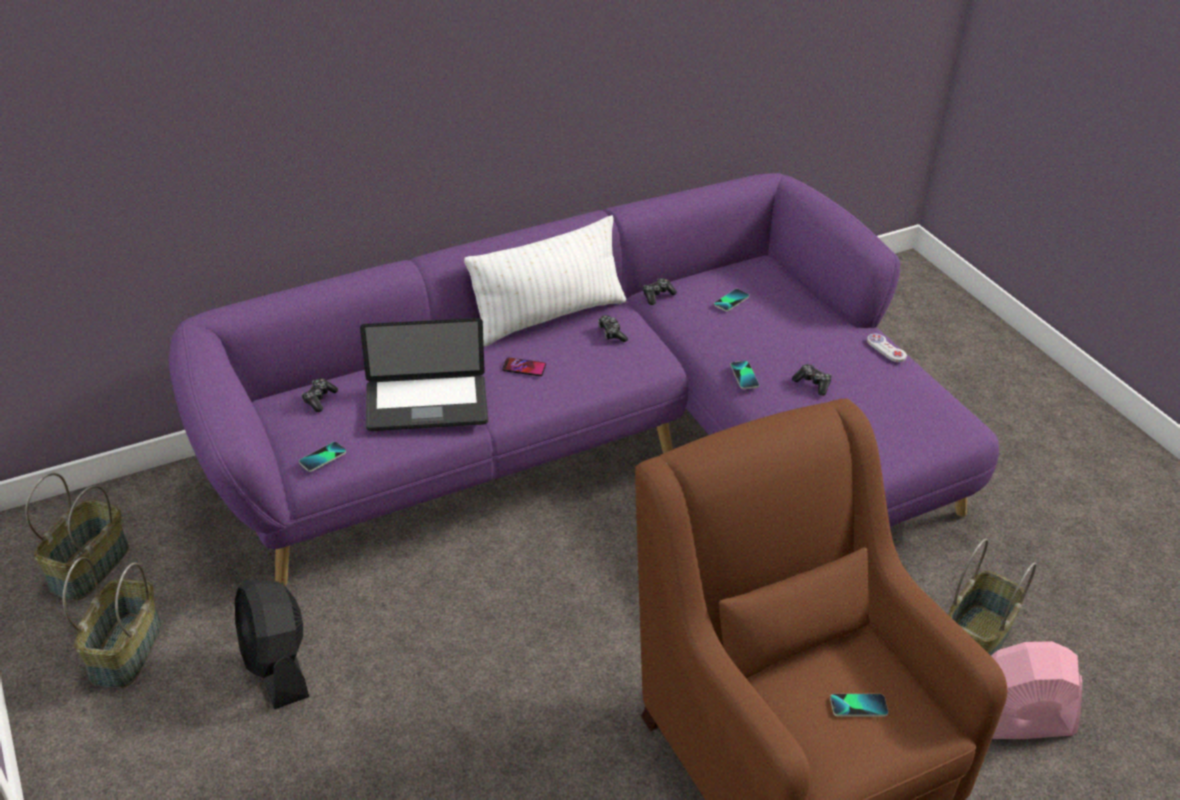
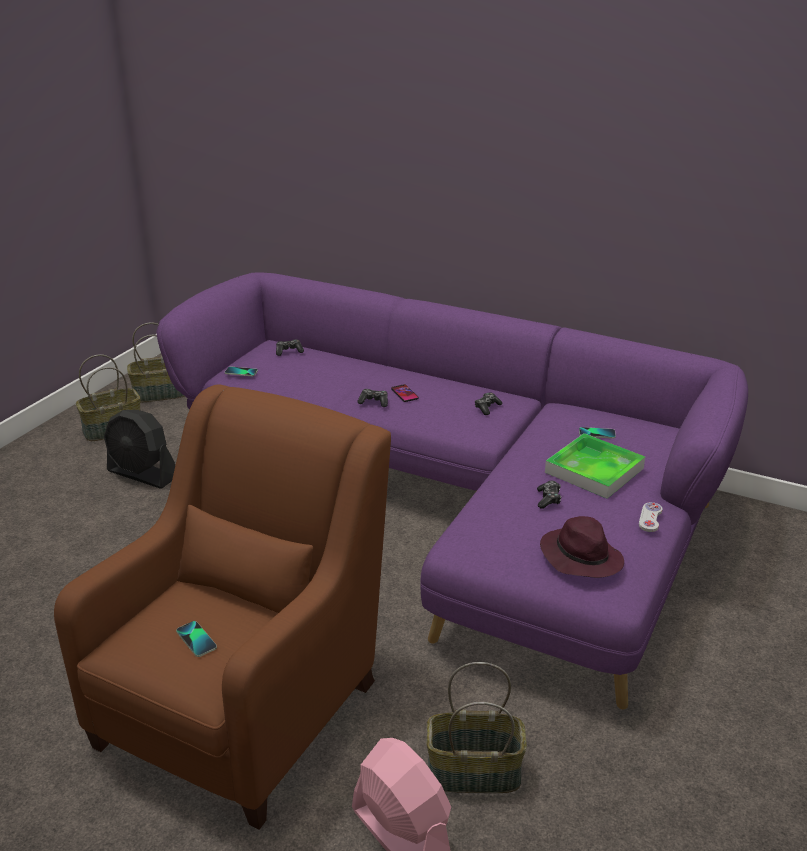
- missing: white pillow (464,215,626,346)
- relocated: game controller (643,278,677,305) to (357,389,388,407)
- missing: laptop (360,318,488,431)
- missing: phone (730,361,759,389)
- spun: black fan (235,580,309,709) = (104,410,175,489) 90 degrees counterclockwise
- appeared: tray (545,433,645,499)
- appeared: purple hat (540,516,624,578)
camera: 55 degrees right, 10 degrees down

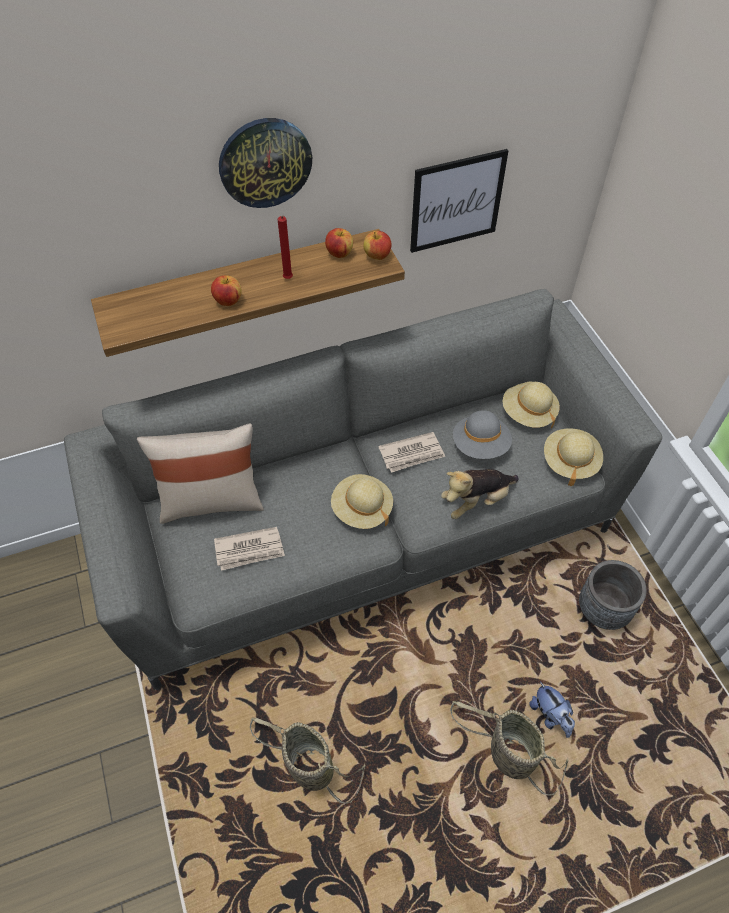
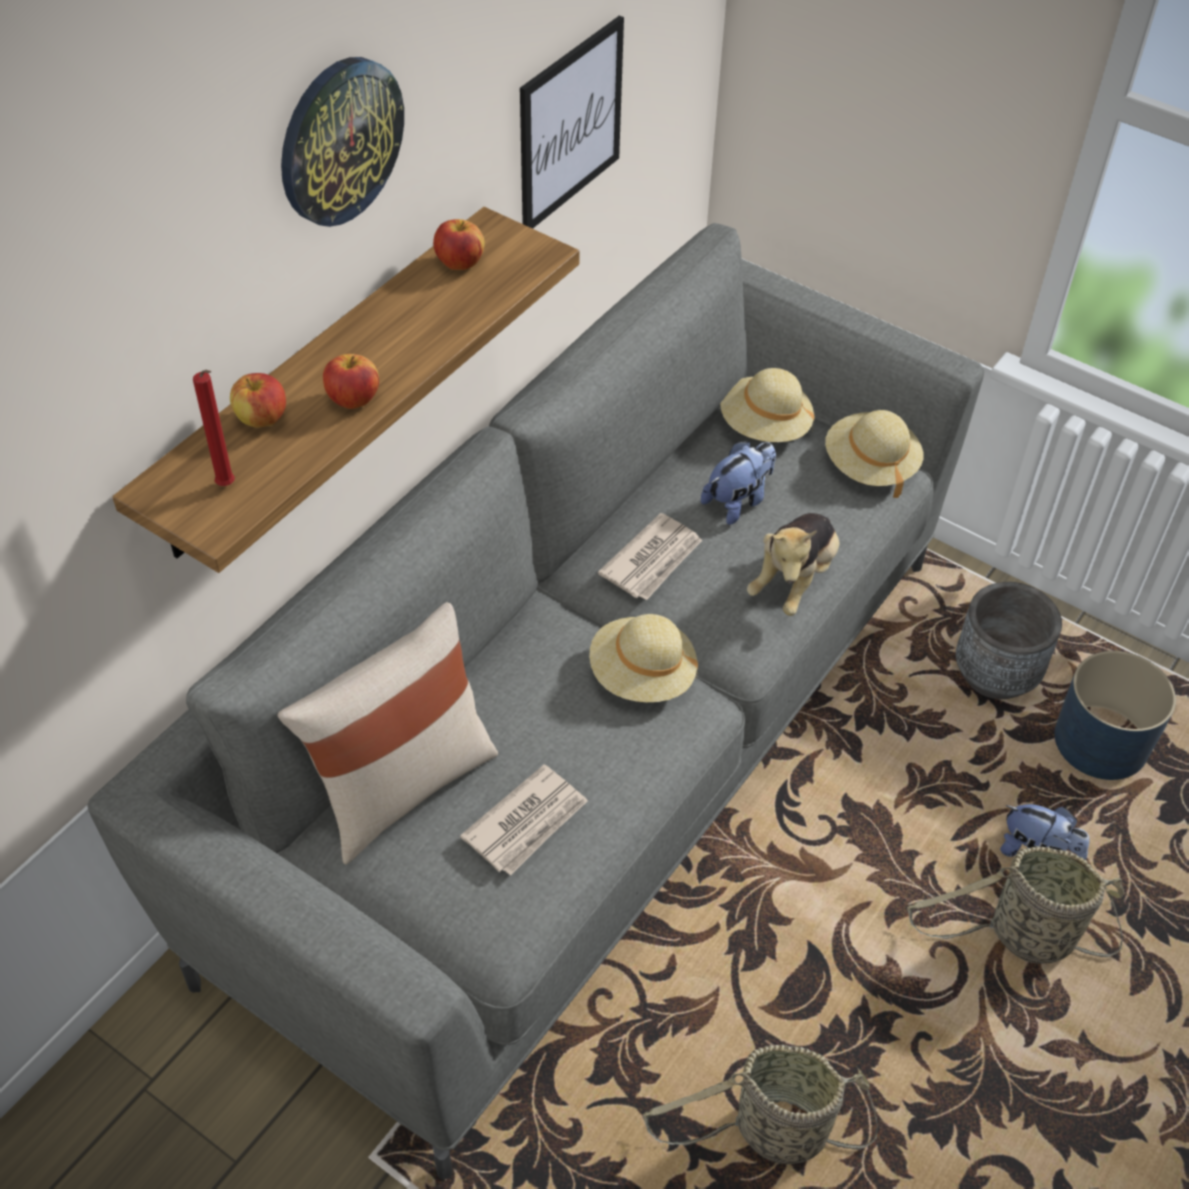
- relocated: red candle (278,216,293,279) to (193,370,235,486)
- relocated: apple (364,231,392,260) to (230,373,286,428)
- exchanged: grey hat (453,410,512,459) to plush toy (701,441,776,525)
- appeared: blue planter (1054,651,1176,780)
camera: 35 degrees left, 5 degrees down

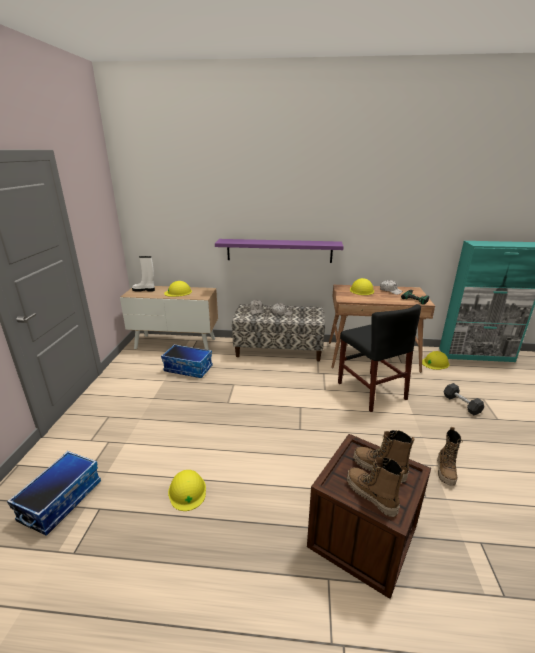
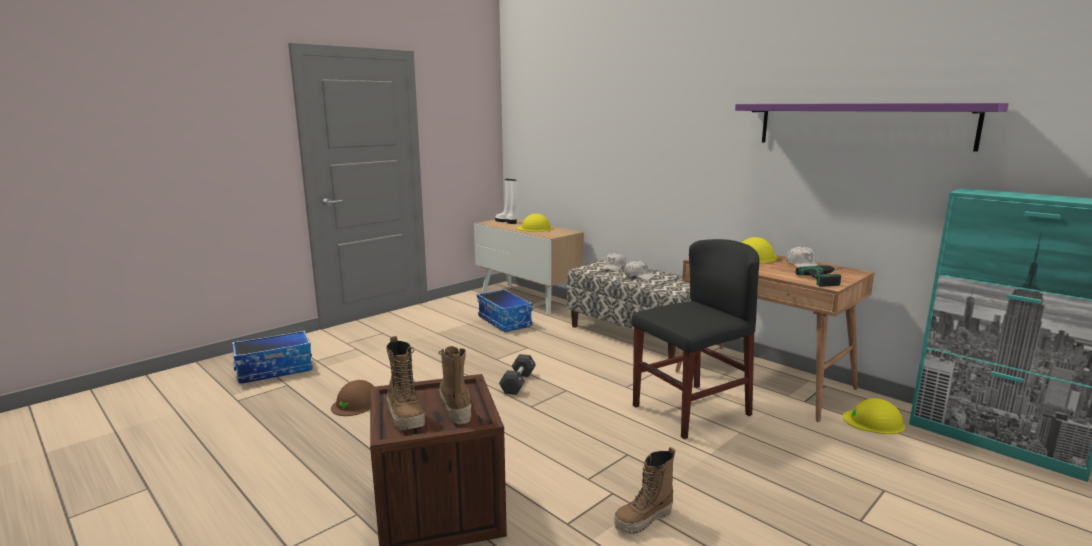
- relocated: purple shelf (215,239,344,263) to (735,103,1009,152)
- spun: black chair (338,304,421,412) = (632,239,760,439) 135 degrees counterclockwise
- relocated: black dumbbell (444,383,484,415) to (499,354,536,395)
- spun: boot (347,457,405,517) = (386,336,425,430) 150 degrees clockwise
- colour: yellow hard hat (168,470,206,511) to brown hard hat (331,380,374,416)
camera: 40 degrees right, 10 degrees down

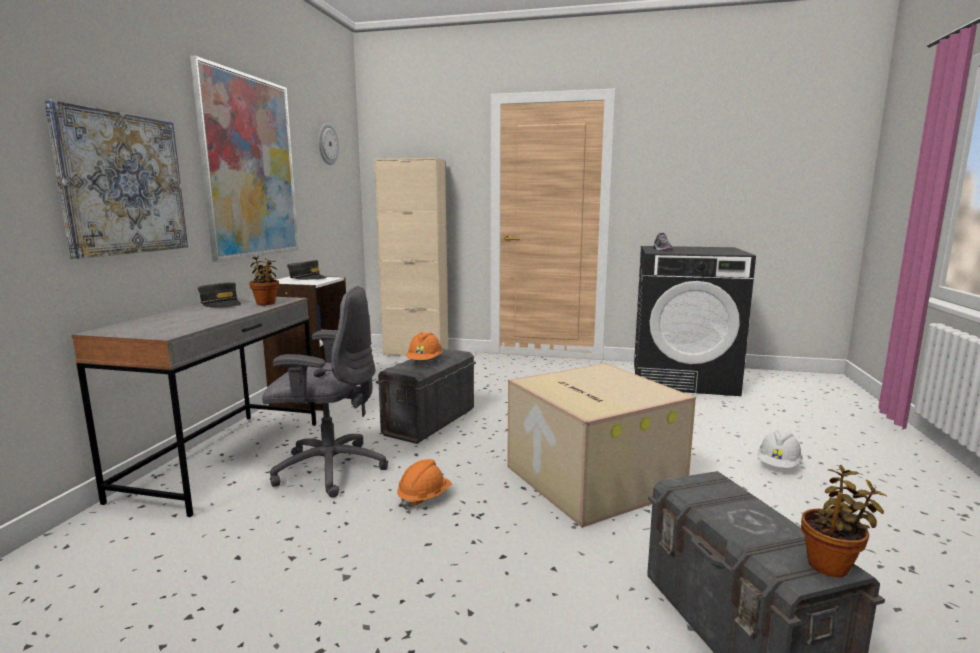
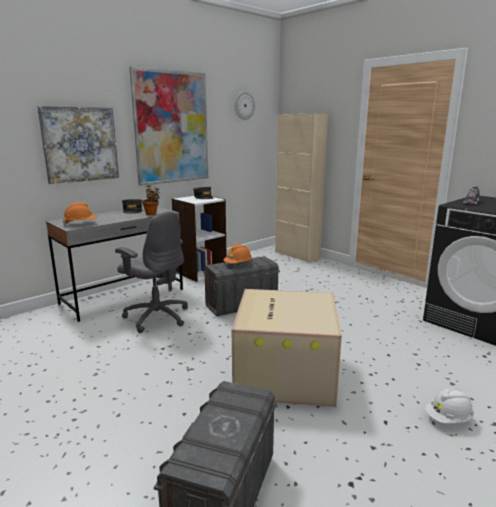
- relocated: orange hard hat (397,459,452,510) to (62,202,97,225)
- missing: potted plant (801,465,887,577)
camera: 35 degrees right, 5 degrees up

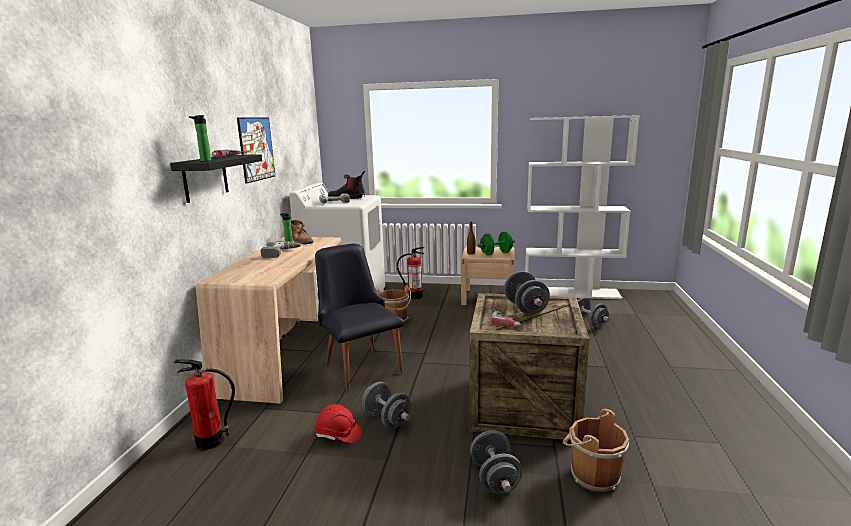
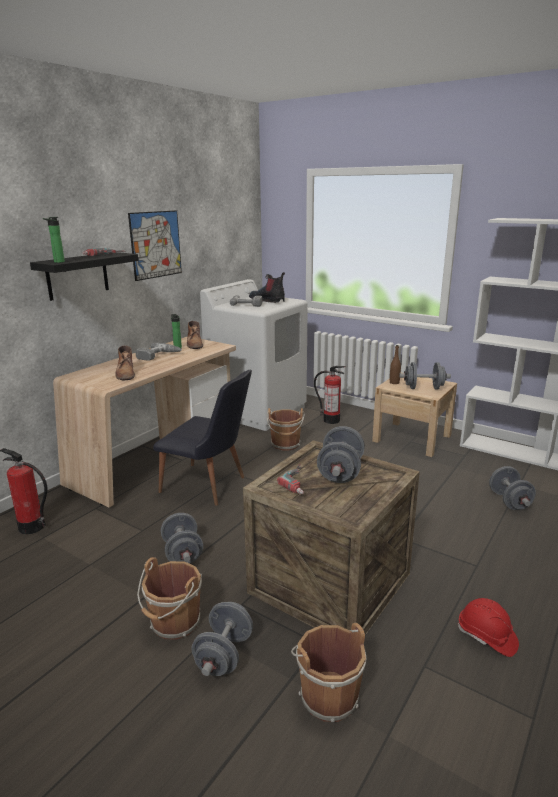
- colour: green dumbbell (478,232,515,255) to grey dumbbell (399,362,451,389)
- spun: black chair (315,244,404,392) = (153,370,252,506) 120 degrees clockwise
- relocated: red hard hat (315,404,362,443) to (458,598,519,657)
- appeared: brown boot (115,346,135,380)
- appeared: brown bucket (137,557,202,640)
camera: 25 degrees right, 5 degrees up

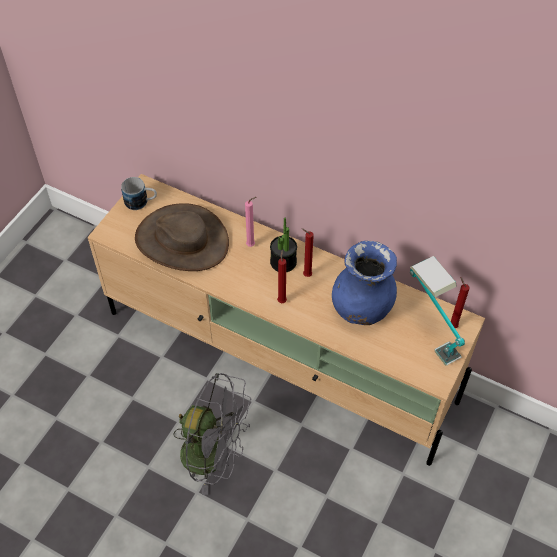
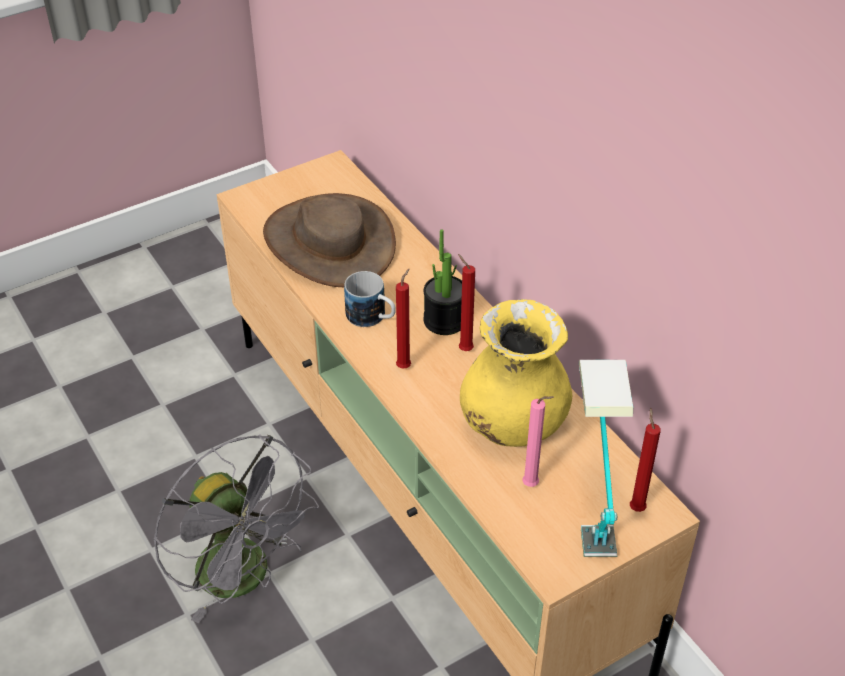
- relocated: mug (121,177,157,210) to (344,271,396,327)
- relocated: pink candle (245,197,256,247) to (522,396,554,487)
- colour: blue vase (332,241,397,325) to yellow vase (460,299,572,447)
camera: 30 degrees right, 10 degrees down

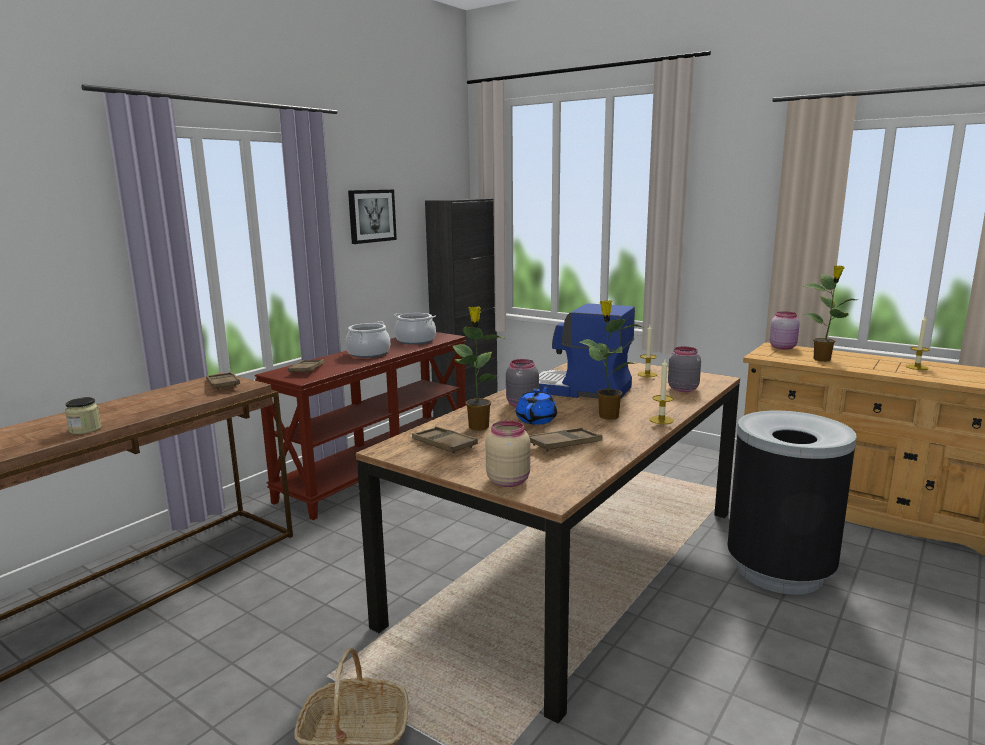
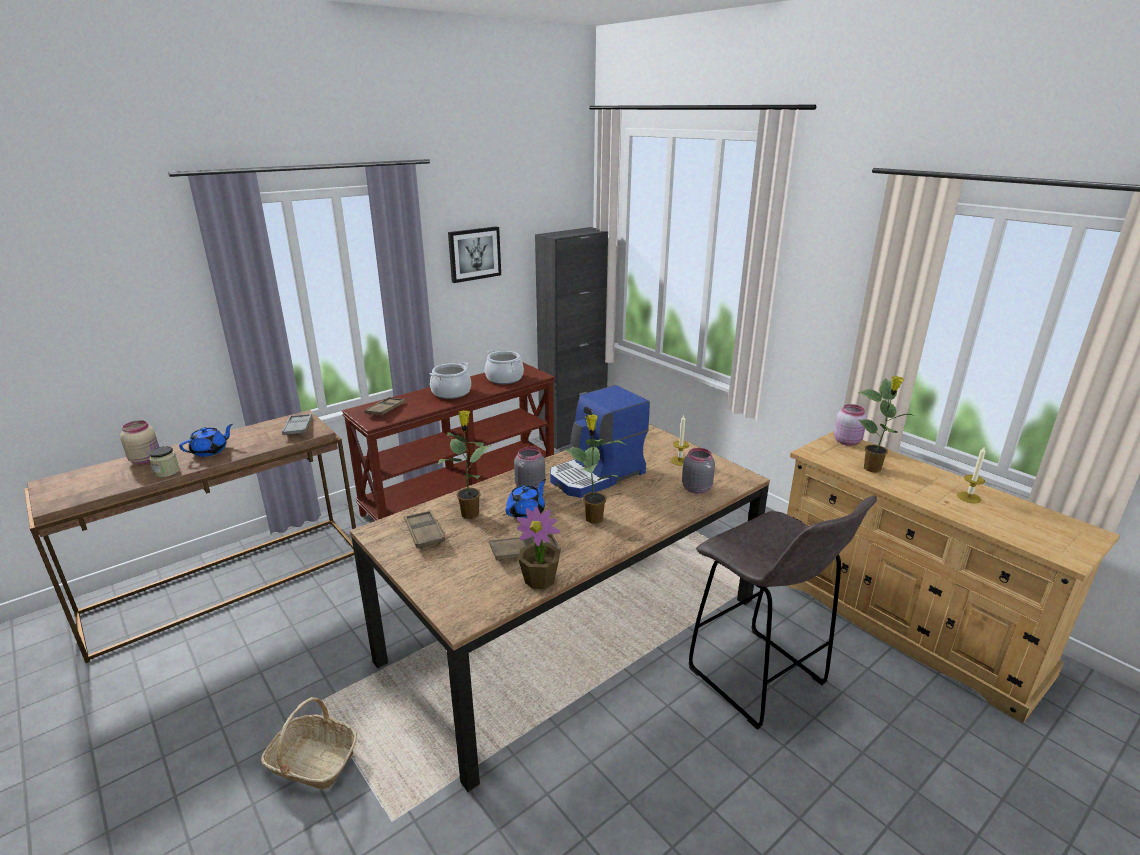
- spun: coffee machine (539,303,635,399) = (550,385,650,498) 75 degrees counterclockwise
- missing: candle (649,360,674,424)
- colour: brown tray (206,372,240,390) to grey tray (282,413,313,436)
- exchanged: black trash can (727,411,857,595) to grey stool (688,496,877,730)
- relocated: beige jar (486,420,530,487) to (120,420,159,464)
- appeared: blue teapot (179,424,233,457)
- appeared: potted plant (516,507,560,589)
camera: 15 degrees right, 10 degrees up

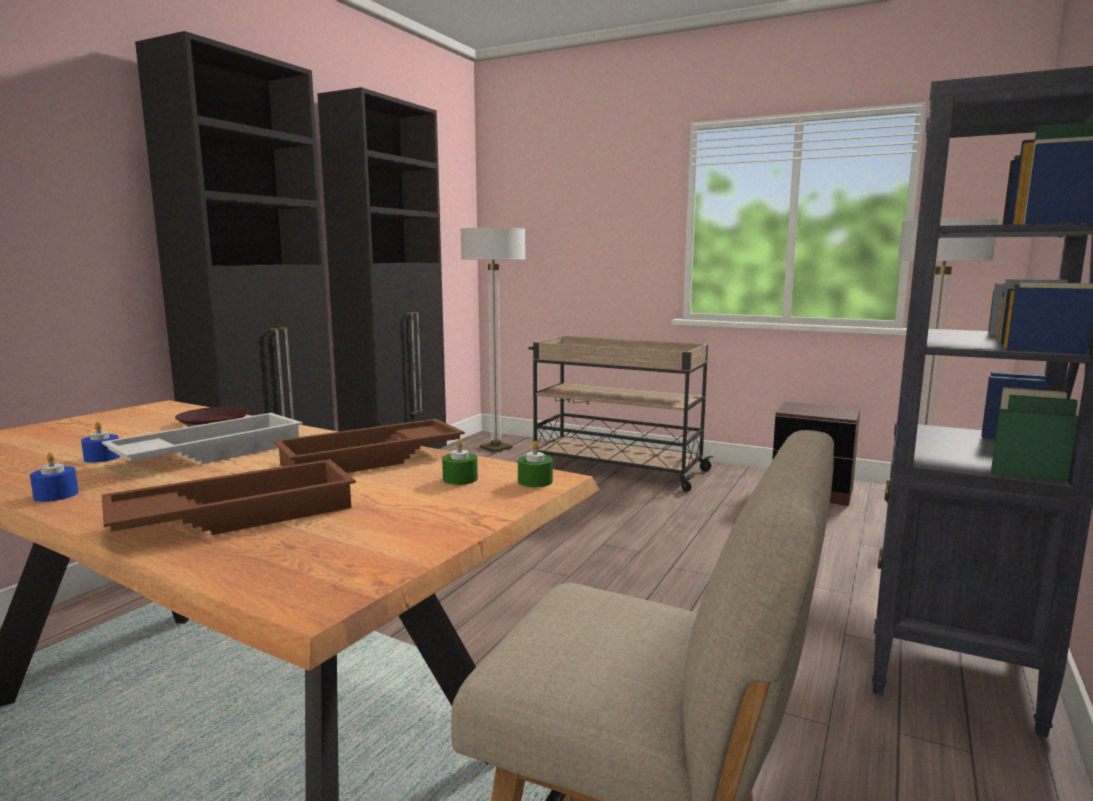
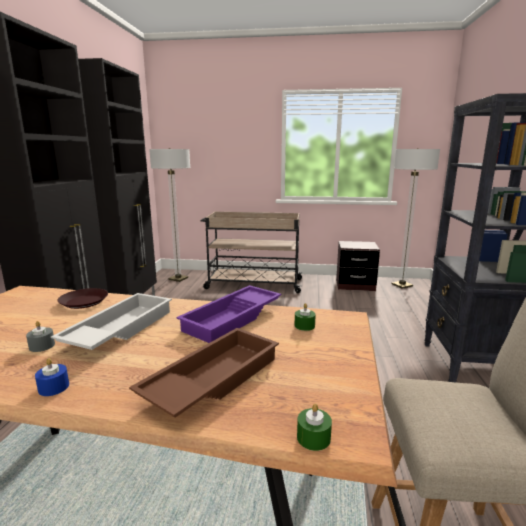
- colour: brown tray (274,419,465,473) to purple tray (176,285,282,343)
- colour: blue candle (81,421,120,463) to grey candle (26,321,55,352)
- relocated: green candle (518,441,553,487) to (297,403,332,451)
camera: 20 degrees left, 5 degrees up

